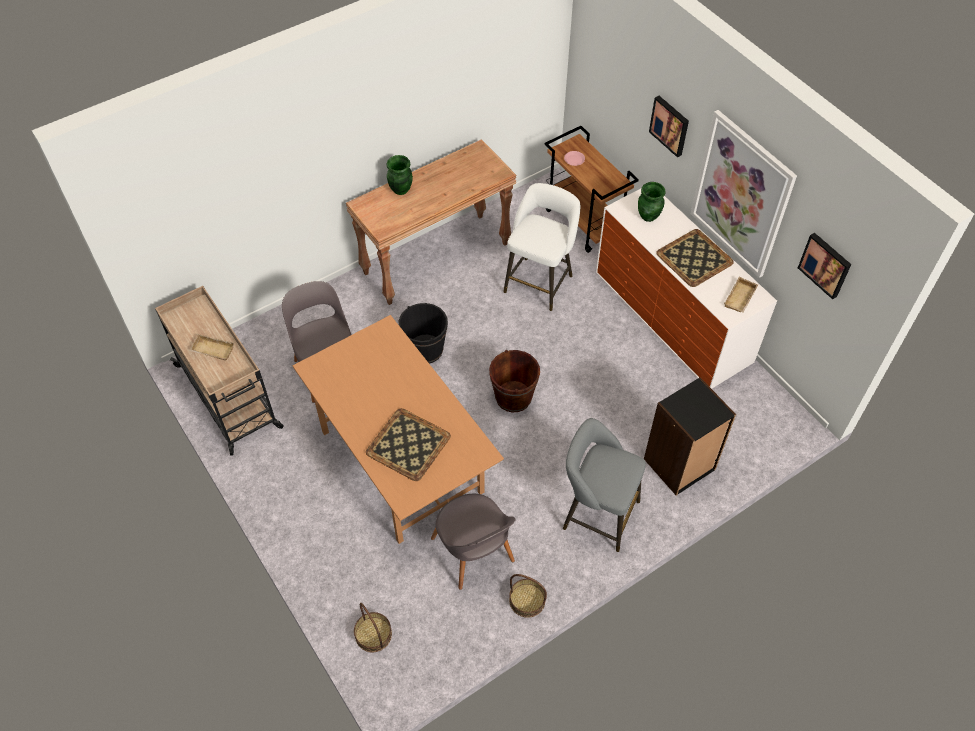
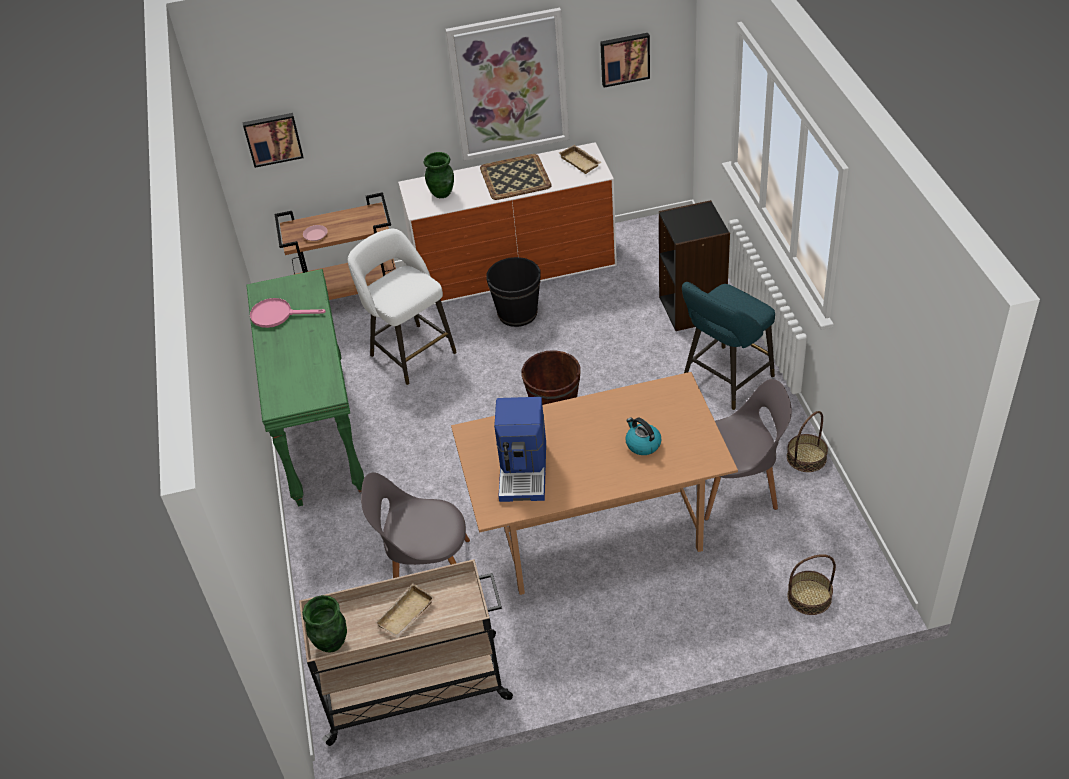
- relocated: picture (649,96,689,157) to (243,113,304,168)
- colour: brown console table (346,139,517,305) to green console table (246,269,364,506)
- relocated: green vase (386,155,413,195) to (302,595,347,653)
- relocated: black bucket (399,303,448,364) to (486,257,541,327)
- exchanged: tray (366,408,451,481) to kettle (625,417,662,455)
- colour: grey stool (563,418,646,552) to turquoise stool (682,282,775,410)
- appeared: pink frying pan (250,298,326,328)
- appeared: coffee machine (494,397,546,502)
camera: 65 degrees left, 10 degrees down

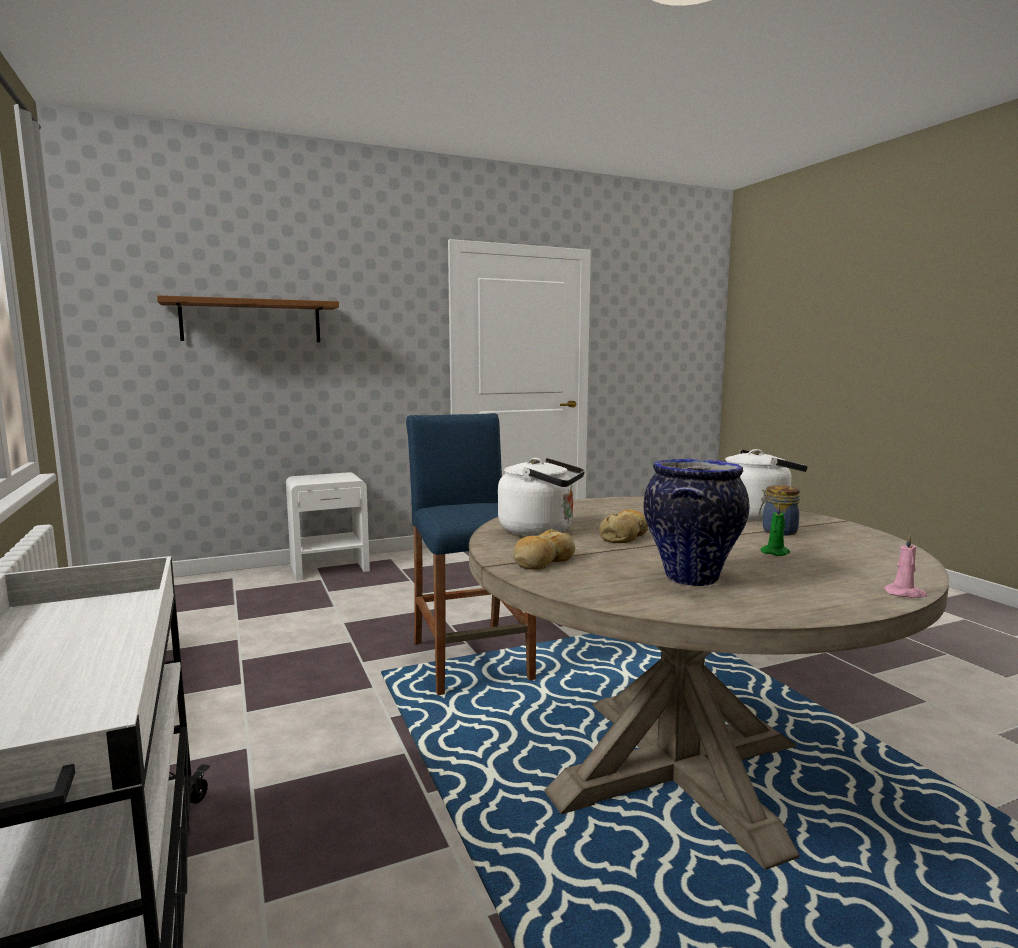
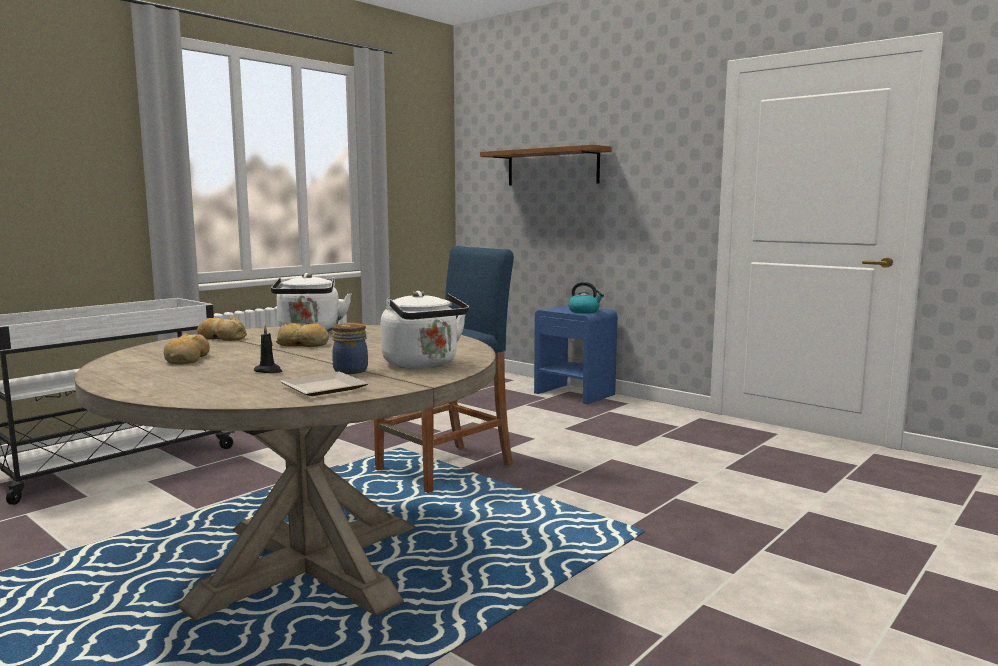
- exchanged: vase (644,459,750,586) to bread (164,333,210,364)
- colour: white nightstand (286,472,370,581) to blue nightstand (534,305,618,405)
- colour: green candle (760,504,790,556) to black candle (254,324,282,373)
- missing: pink candle (884,534,927,598)
- appeared: kettle (568,282,604,313)
- appeared: plate (280,372,369,396)
camera: 65 degrees right, 0 degrees up

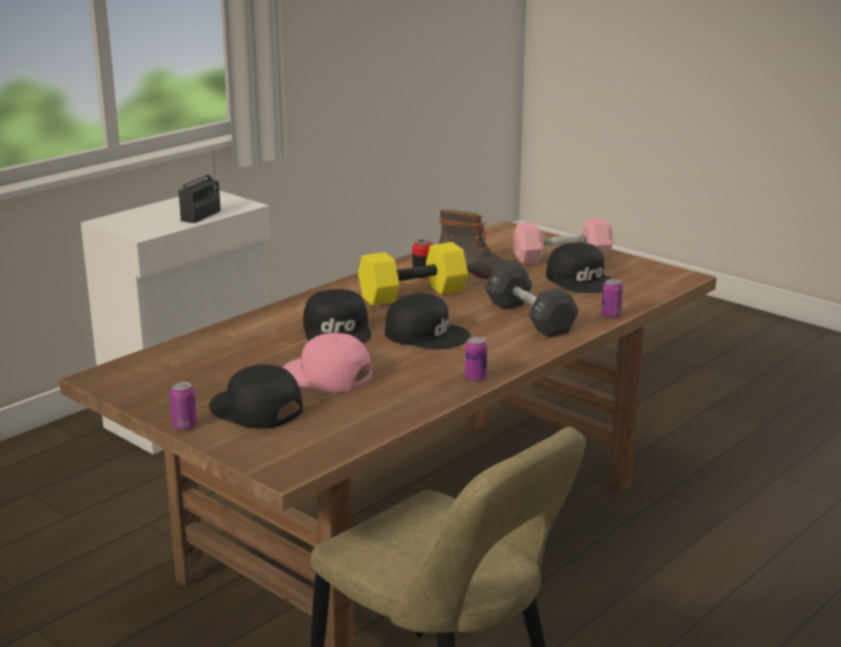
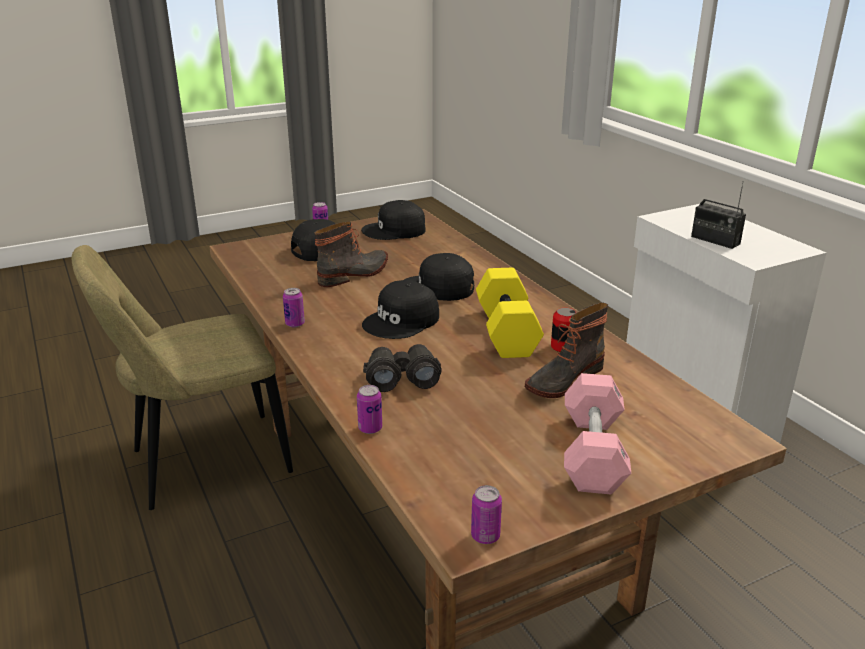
- relocated: black cap (546,242,612,293) to (361,200,426,240)
- exchanged: black dumbbell (484,263,579,337) to black binoculars (363,344,442,392)
- exchanged: pink cap (282,333,372,392) to boot (314,222,388,287)
- appeared: can (471,485,502,544)
camera: 110 degrees right, 5 degrees up

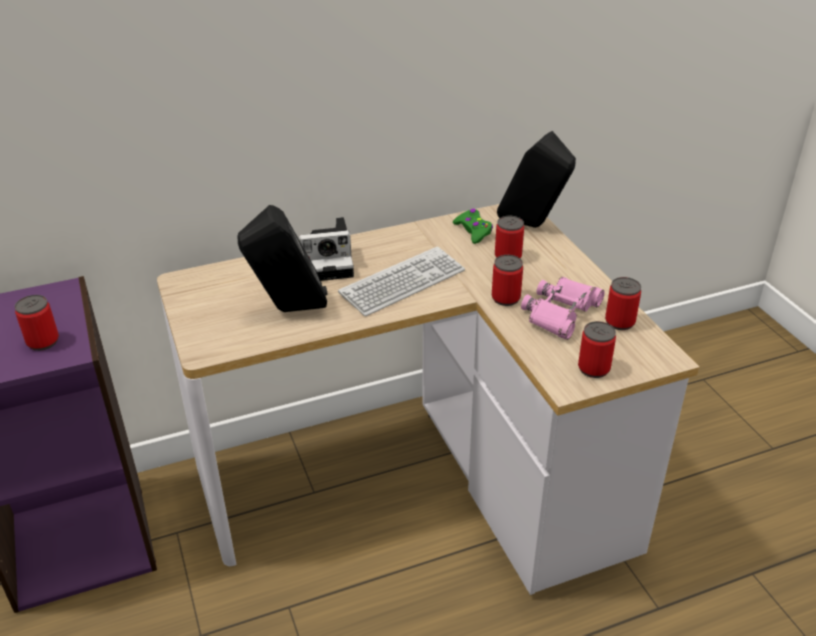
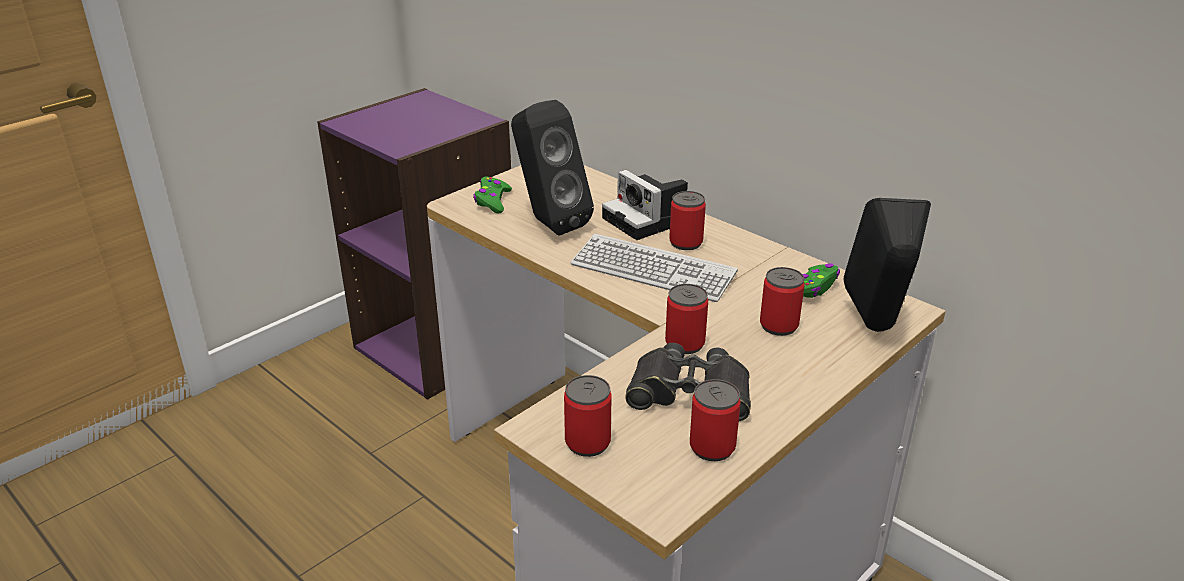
- colour: pink binoculars (521,277,605,340) to black binoculars (625,343,751,421)
- relocated: can (15,295,59,351) to (669,191,706,250)
- appeared: green game controller (473,176,512,213)
camera: 65 degrees right, 5 degrees down

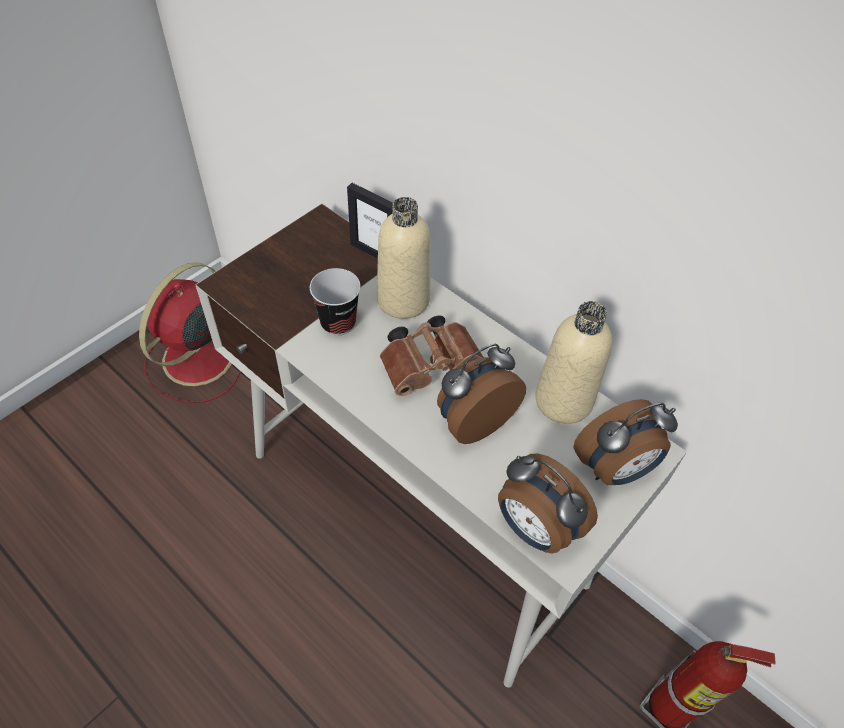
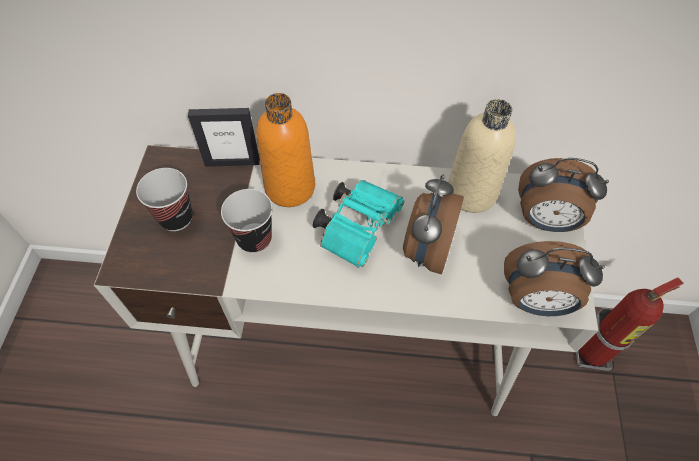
- colour: beige bottle (377,197,431,319) to orange bottle (256,93,315,207)
- missing: red fan (139,262,241,403)
- colour: brown binoculars (380,315,483,396) to turquoise binoculars (313,180,405,268)
- spun: alarm clock (574,399,678,485) = (518,157,609,232) 75 degrees clockwise
- appeared: cup (136,168,193,231)
camera: 35 degrees left, 5 degrees up

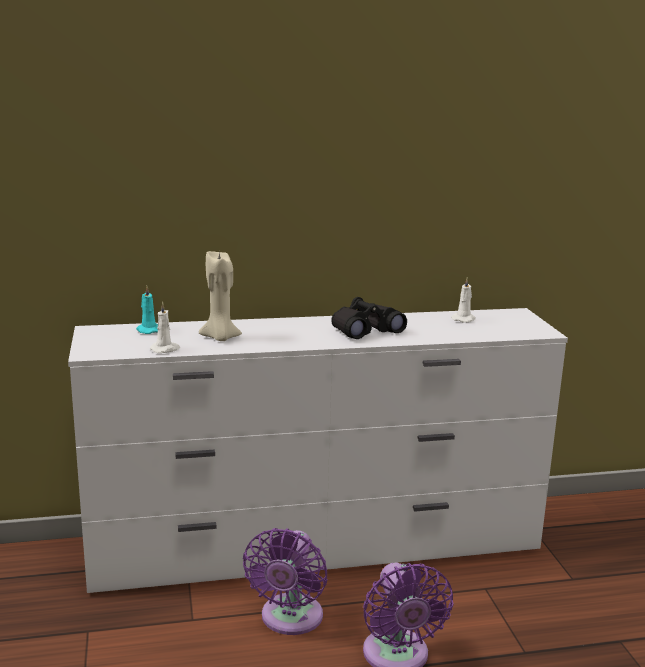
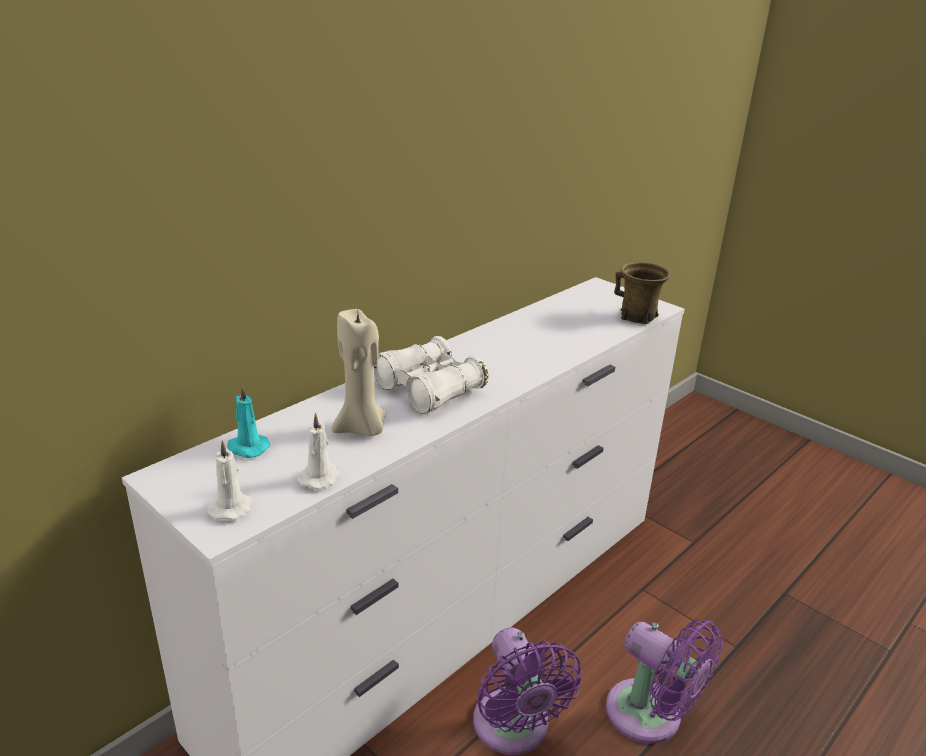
- relocated: white candle (451,277,476,323) to (207,440,252,520)
- missing: black binoculars (331,297,407,339)
- appeared: brown mug (614,262,671,324)
- appeared: white binoculars (374,336,489,414)
camera: 35 degrees left, 10 degrees up

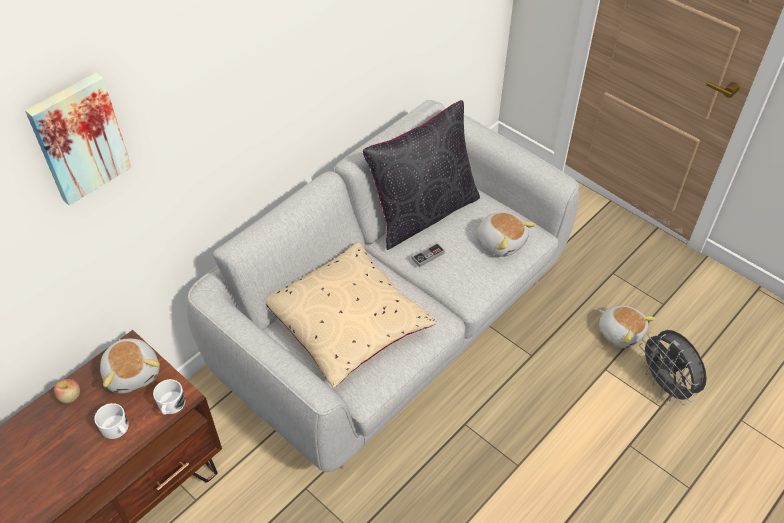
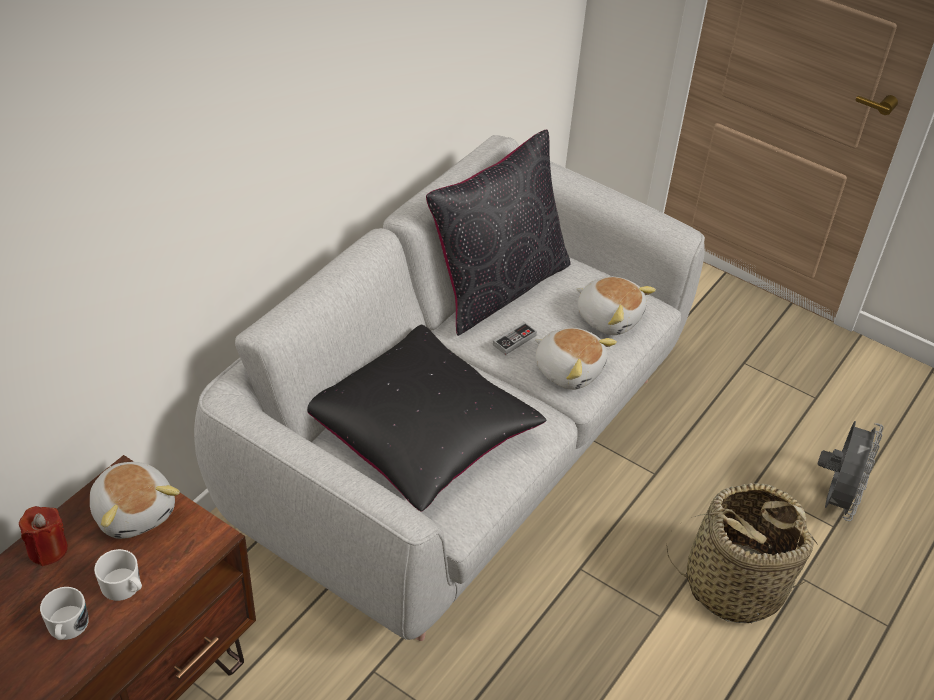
- missing: picture (25,73,132,205)
- colour: beige pillow (266,242,437,388) to black pillow (307,325,546,512)
- relocated: plush toy (599,305,655,348) to (535,328,617,390)
- spun: grey fan (639,330,707,405) = (818,421,884,521) 120 degrees counterclockwise
- exchanged: apple (54,379,80,403) to red candle (19,506,68,566)
- relocated: white mug (153,379,185,415) to (40,587,89,640)
- appeared: basket (666,483,818,623)
camera: 10 degrees left, 5 degrees down

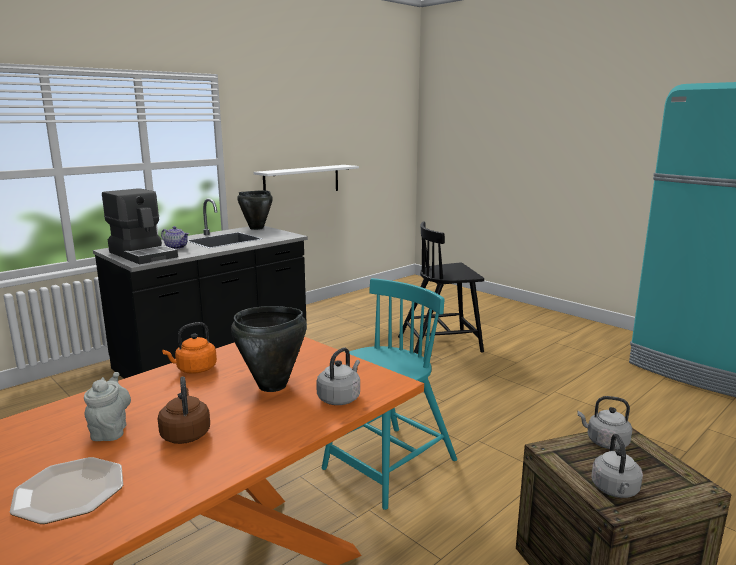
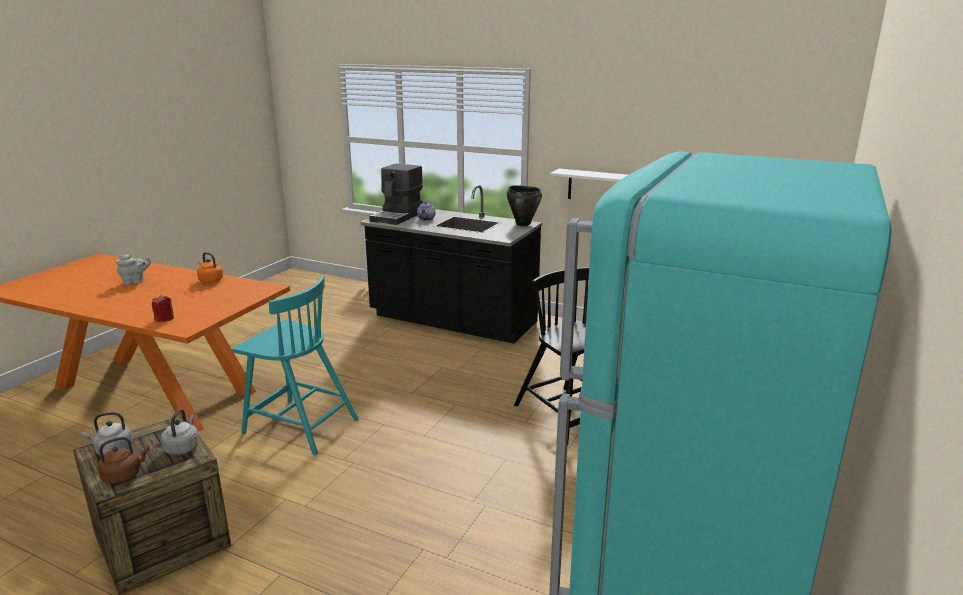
- missing: black cooking pot (231,306,307,392)
- exchanged: grey kettle (316,347,360,405) to red candle (152,295,174,322)
- relocated: brown kettle (158,376,210,444) to (98,437,149,484)
- missing: plate (10,457,123,524)
camera: 70 degrees right, 5 degrees up

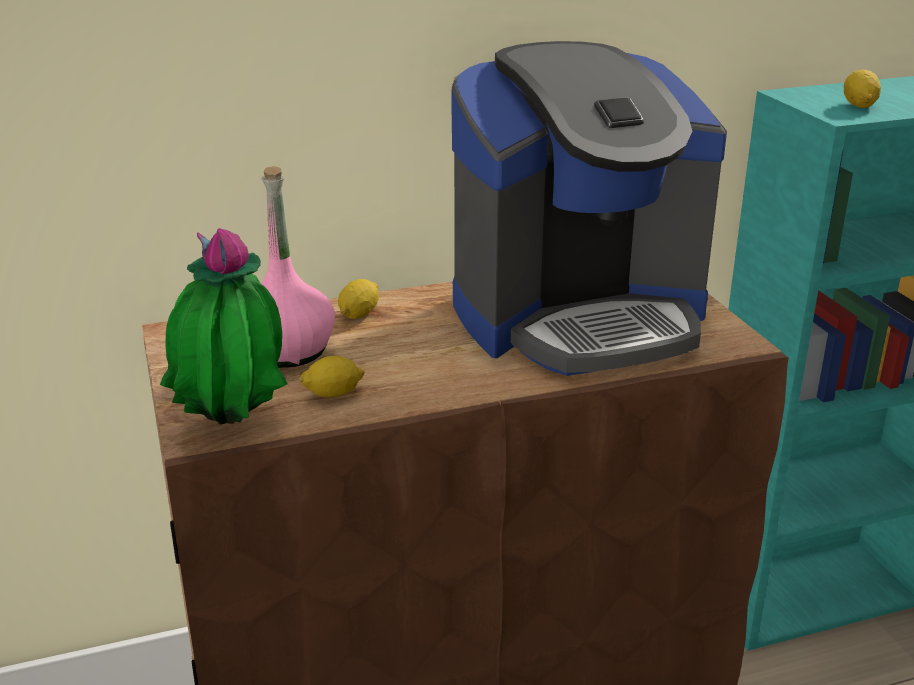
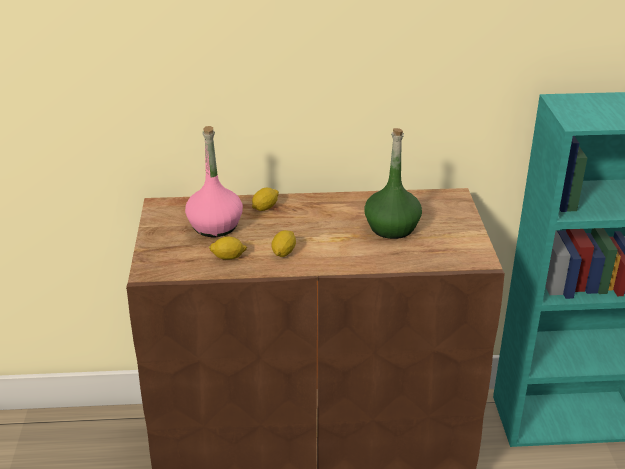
- exchanged: coffee machine (451,41,727,376) to green bottle (364,128,422,239)
- relocated: lemon (844,70,881,108) to (271,230,296,257)
- missing: potted plant (160,228,287,424)
camera: 15 degrees right, 5 degrees up

